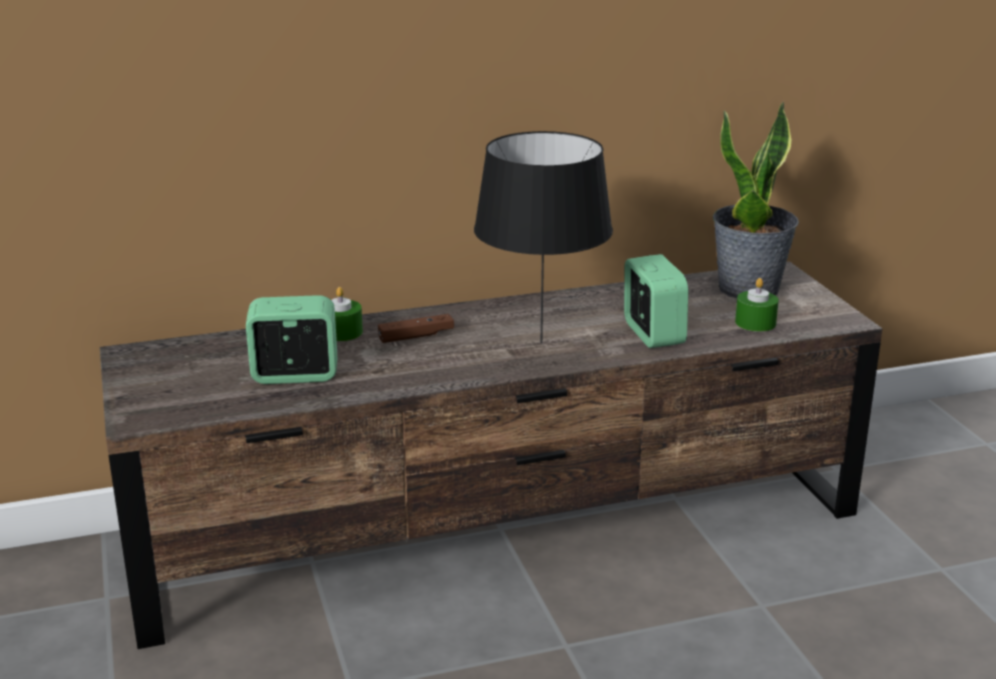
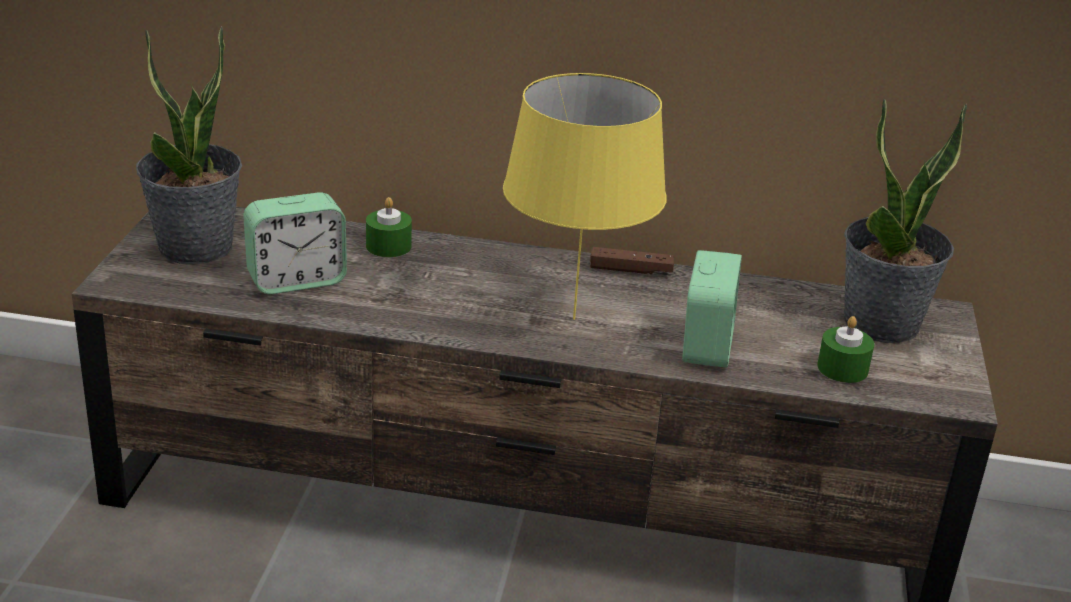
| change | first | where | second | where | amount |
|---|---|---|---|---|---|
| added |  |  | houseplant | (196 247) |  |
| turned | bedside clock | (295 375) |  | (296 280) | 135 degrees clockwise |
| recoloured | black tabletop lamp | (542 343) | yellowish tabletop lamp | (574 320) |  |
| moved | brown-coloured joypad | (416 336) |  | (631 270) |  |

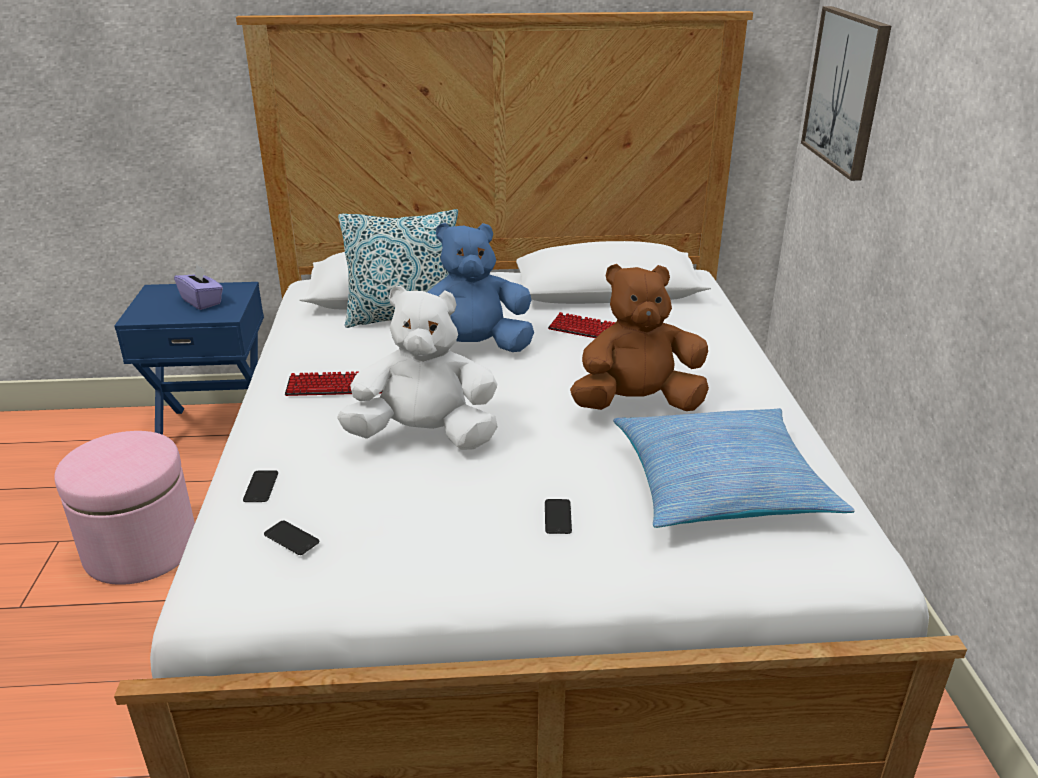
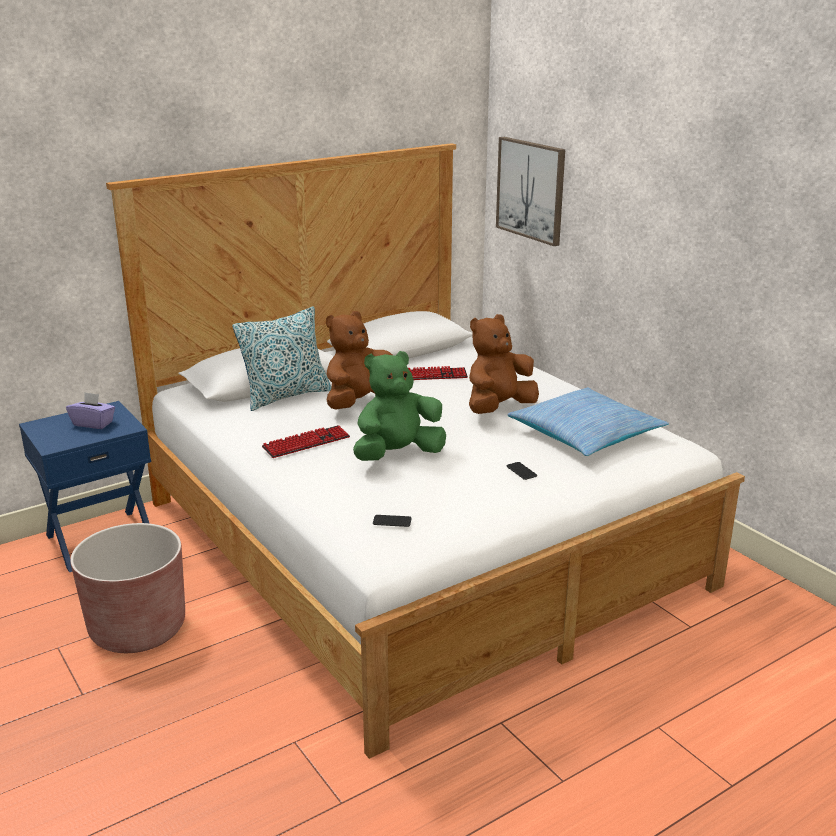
| change | first | where | second | where | amount |
|---|---|---|---|---|---|
| replaced | pink-coloured ottoman | (141 549) | brown-coloured planter | (138 629) |  |
| recoloured | blue plush toy | (472 349) | brown-coloured plush toy | (359 403) |  |
| recoloured | white-coloured plush toy | (425 436) | green-coloured plush toy | (397 455) |  |
| removed | telephone | (261 487) |  |  |  |

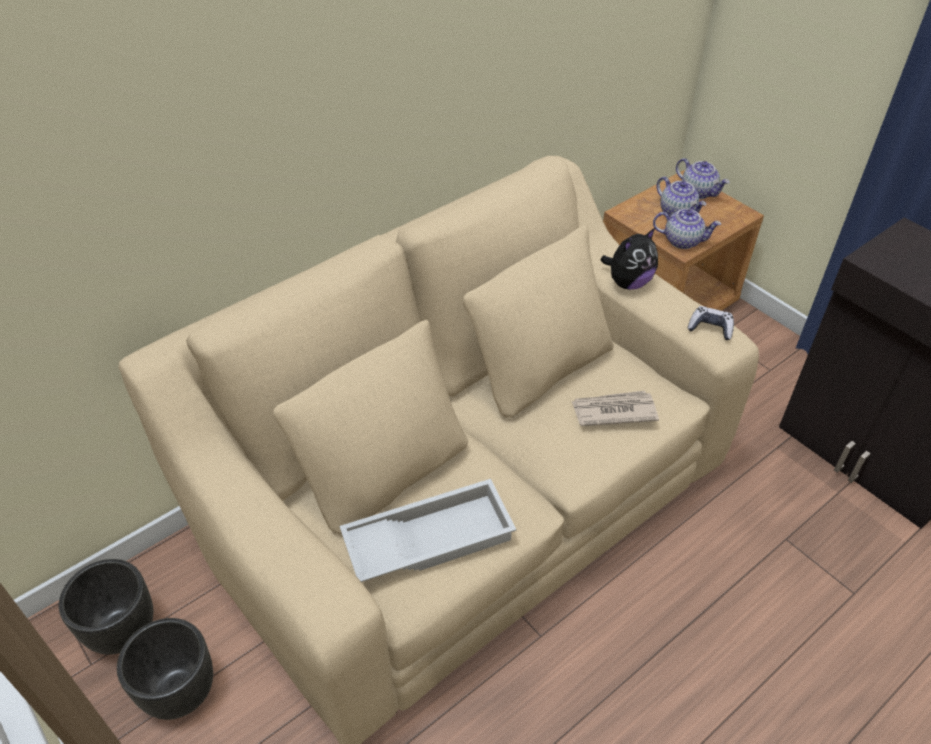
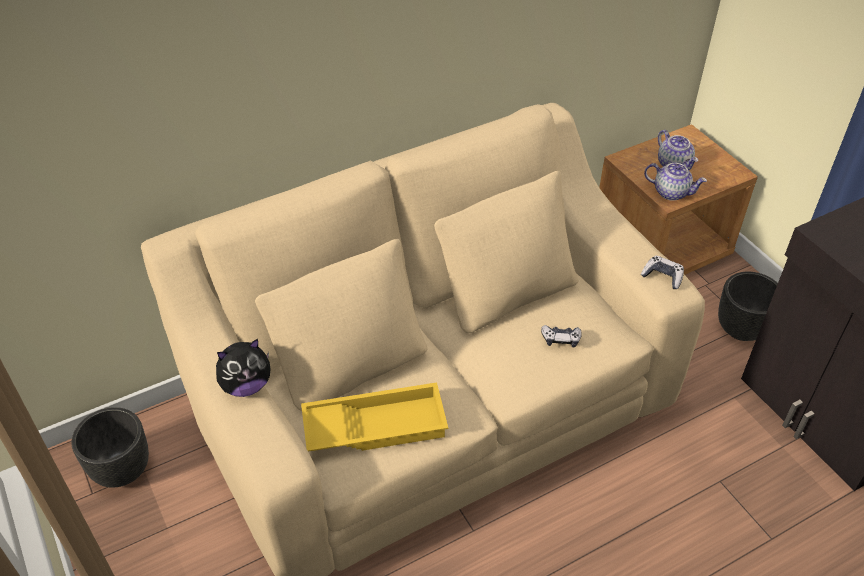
| change | first | where | second | where | amount |
|---|---|---|---|---|---|
| moved | plush toy | (628 282) |  | (246 385) |  |
| recoloured | white-coloured serving tray | (429 537) | yellowish serving tray | (375 424) |  |
| replaced | daily paper | (613 411) | joypad | (560 339) |  |
| moved | black planter | (180 691) |  | (742 329) |  |
| removed | tea pot | (698 192) |  |  |  |

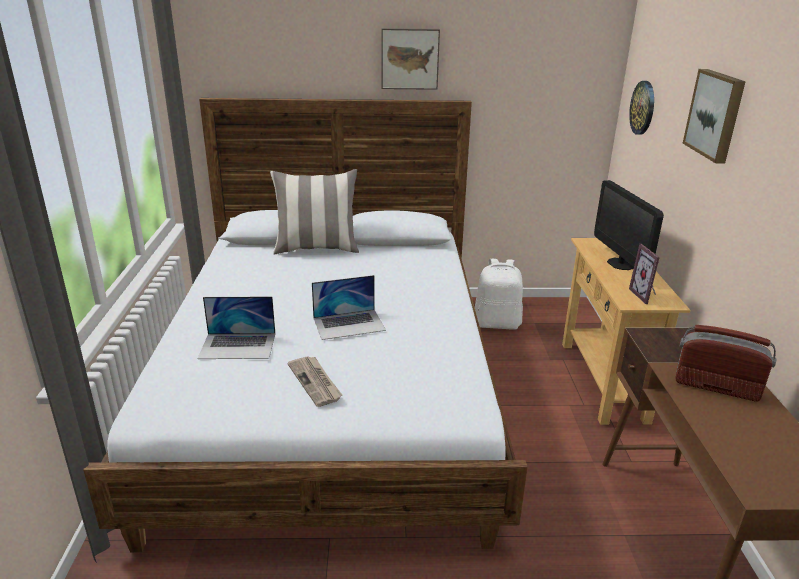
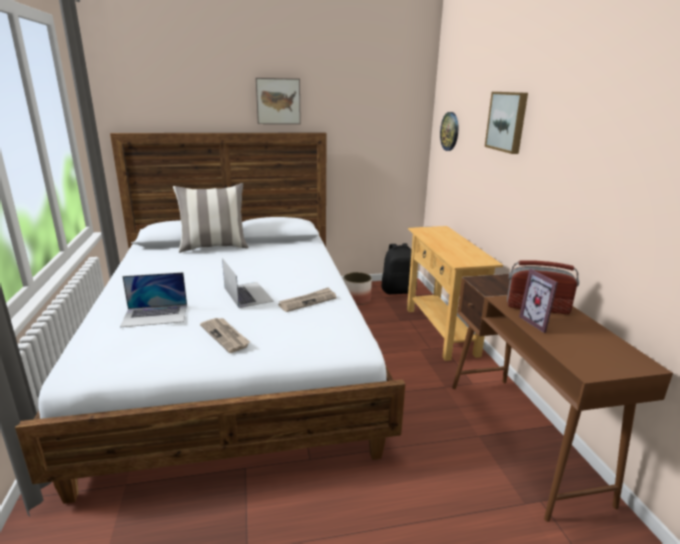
| change | first | where | second | where | amount |
|---|---|---|---|---|---|
| turned | laptop | (349 324) |  | (248 294) | 90 degrees counterclockwise |
| added |  |  | daily paper | (308 301) |  |
| replaced | white-coloured knapsack | (497 323) | planter | (357 299) |  |
| added |  |  | black knapsack | (398 291) |  |
| moved | photo frame | (646 295) |  | (539 323) |  |
| removed | computer screen | (621 264) |  |  |  |

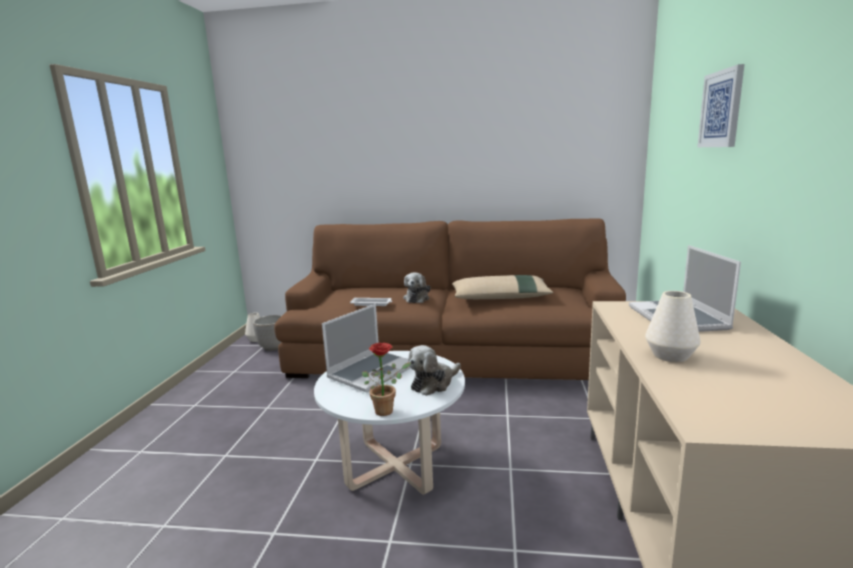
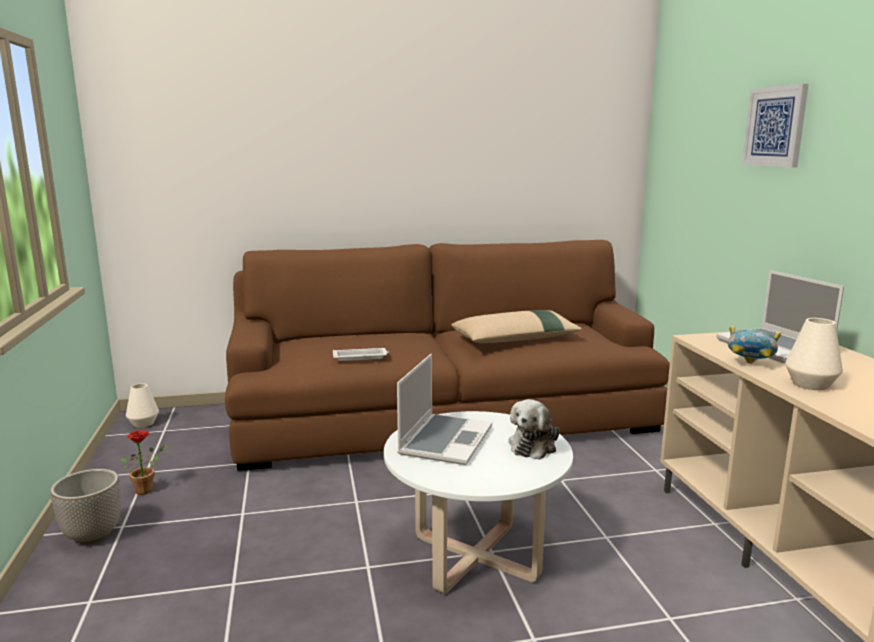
| change | first | where | second | where | amount |
|---|---|---|---|---|---|
| moved | planter | (272 347) |  | (92 535) |  |
| moved | houseplant | (387 410) |  | (147 489) |  |
| added |  |  | deep dish | (750 364) |  |
| removed | plush toy | (417 298) |  |  |  |

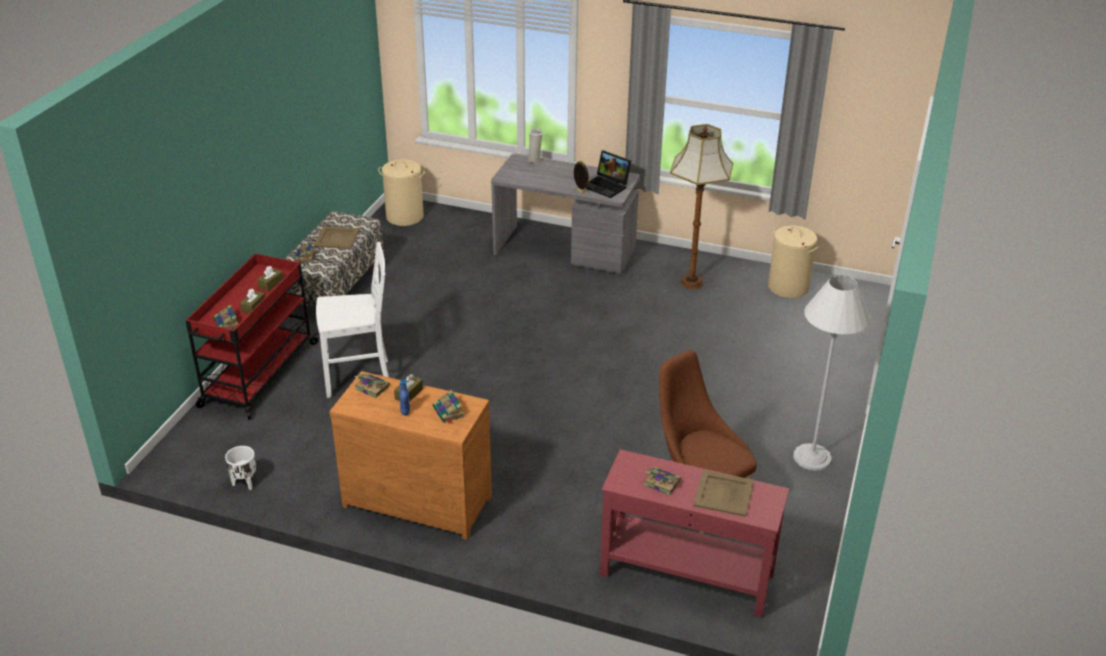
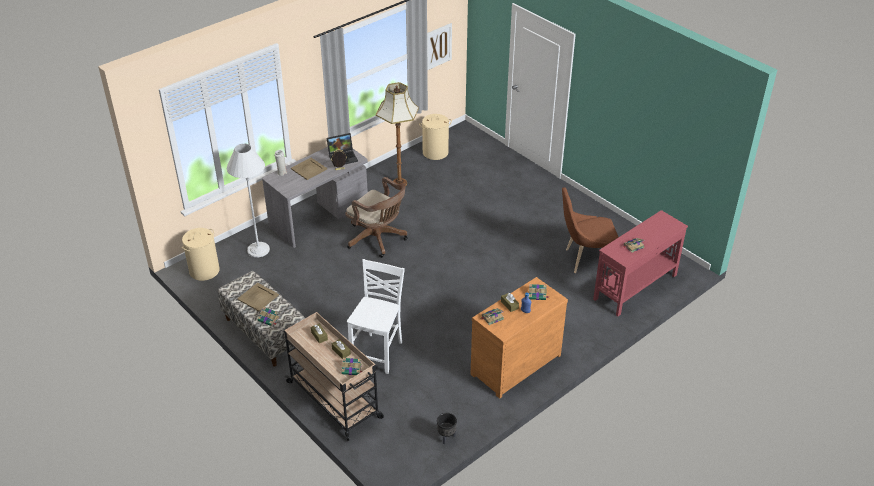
| change | first | where | second | where | amount |
|---|---|---|---|---|---|
| moved | white-coloured floor lamp | (812 457) |  | (258 250) |  |
| recoloured | red trolley | (258 375) | beige-coloured trolley | (335 400) |  |
| moved | beige-coloured serving tray | (724 493) |  | (309 169) |  |
| added |  |  | brown-coloured computer chair | (378 239) |  |
| added |  |  | wall picture | (438 46) |  |
| recoloured | white-coloured planter | (244 483) | black planter | (446 437) |  |

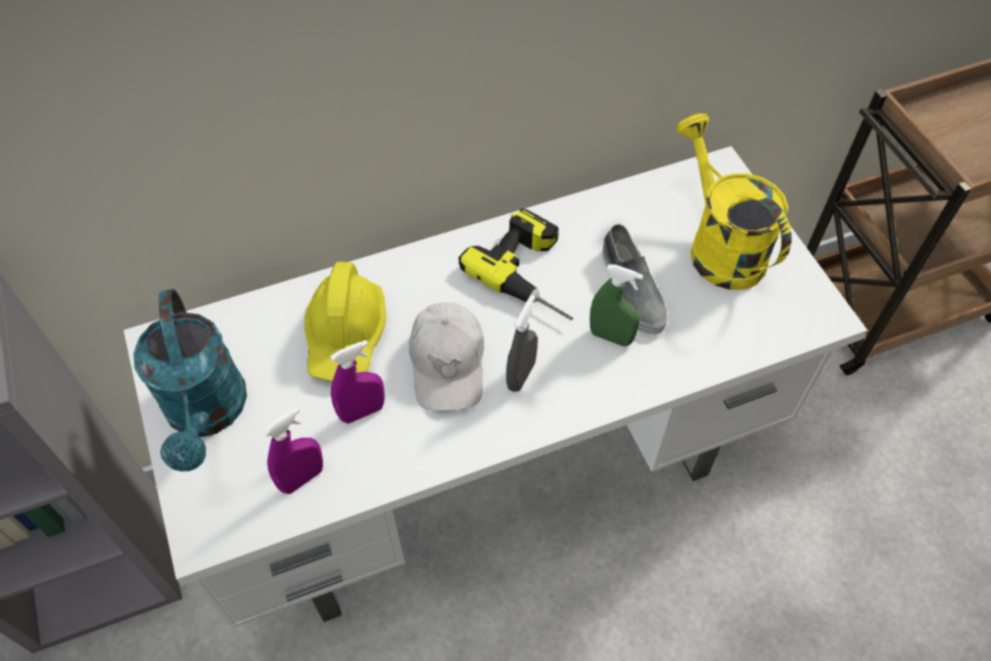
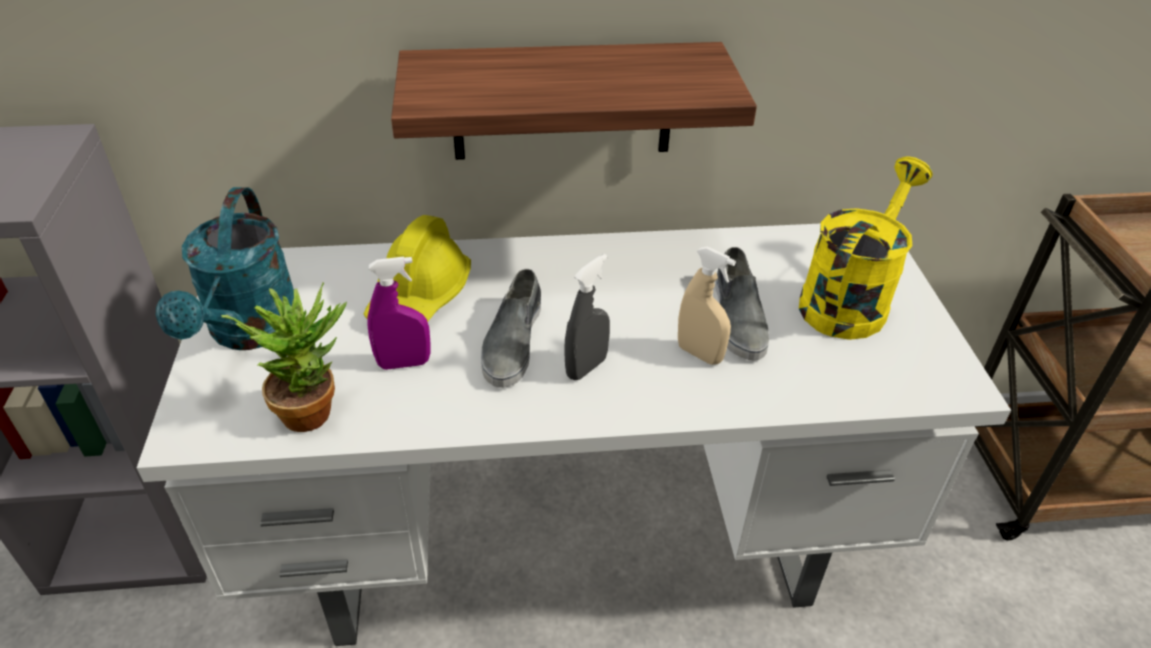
| change | first | where | second | where | amount |
|---|---|---|---|---|---|
| replaced | purplish spray bottle | (302 478) | houseplant | (313 407) |  |
| added |  |  | wall shelf | (562 102) |  |
| replaced | white-coloured cap | (448 364) | gray shoe | (512 341) |  |
| recoloured | green-coloured spray bottle | (611 336) | beige-coloured spray bottle | (699 354) |  |
| turned | yellowish watering can | (719 246) |  | (849 299) | 45 degrees clockwise |
| removed | power drill | (535 272) |  |  |  |

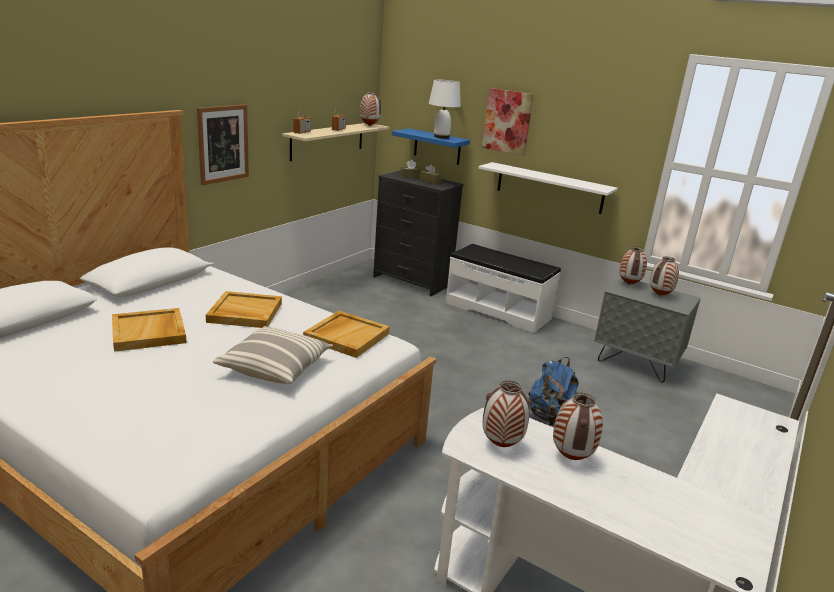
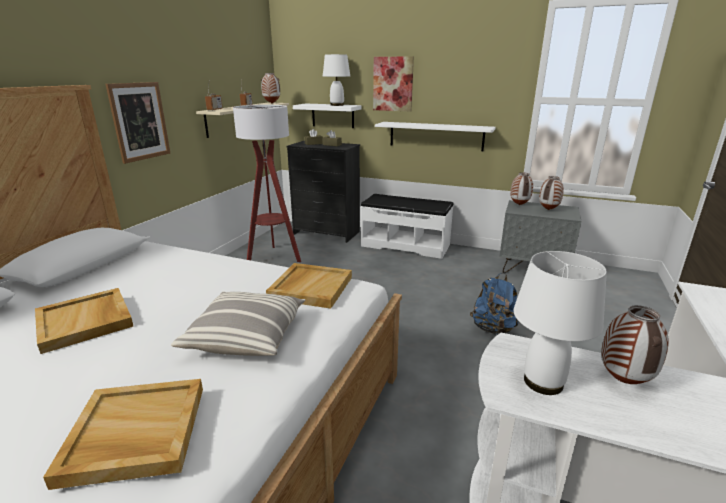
| change | first | where | second | where | amount |
|---|---|---|---|---|---|
| moved | beige-coloured serving tray | (244 313) |  | (134 434) |  |
| added |  |  | floor lamp | (273 258) |  |
| recoloured | blue wall shelf | (437 147) | white-coloured wall shelf | (333 115) |  |
| replaced | flower vase | (500 446) | white-coloured tabletop lamp | (543 383) |  |

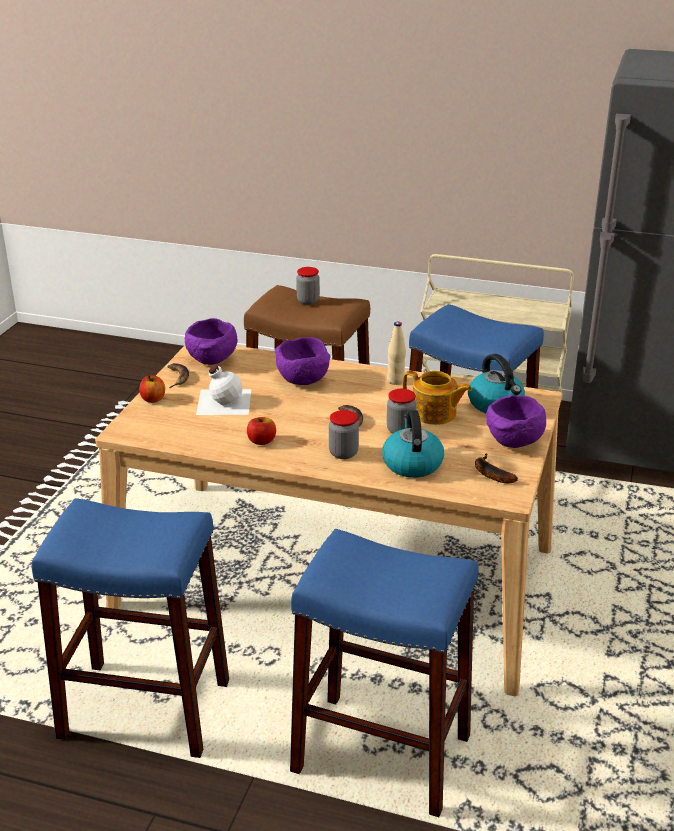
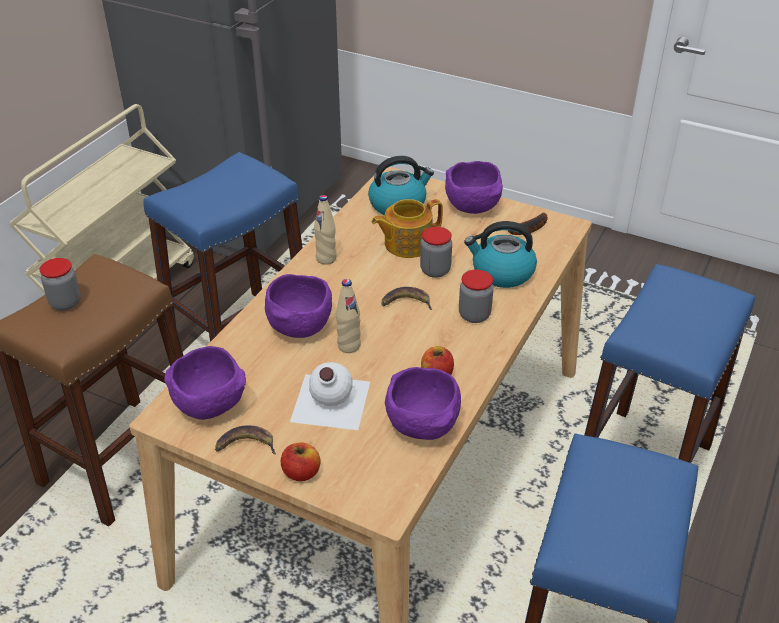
| change | first | where | second | where | amount |
|---|---|---|---|---|---|
| added |  |  | beige-coloured bottle | (349 346) |  |
| turned | tea pot | (434 414) |  | (406 244) | 150 degrees counterclockwise |
| added |  |  | purplish deep dish | (424 427) |  |

